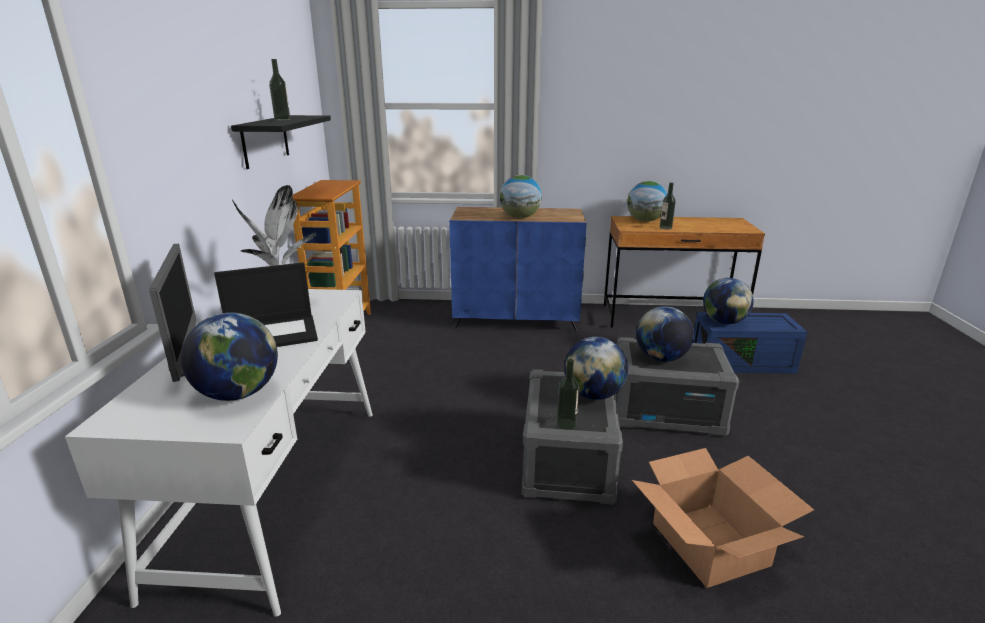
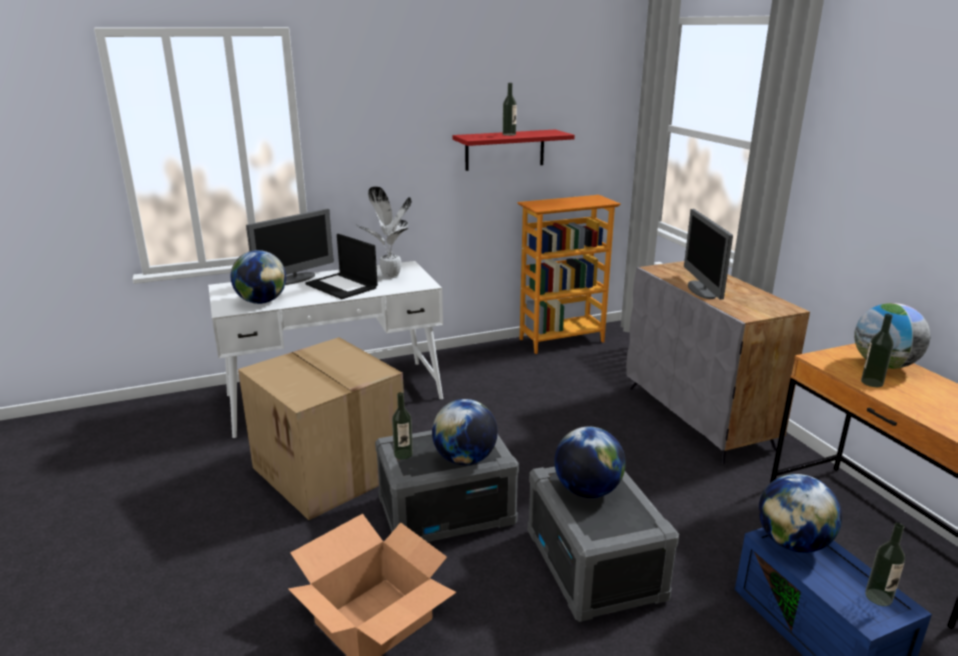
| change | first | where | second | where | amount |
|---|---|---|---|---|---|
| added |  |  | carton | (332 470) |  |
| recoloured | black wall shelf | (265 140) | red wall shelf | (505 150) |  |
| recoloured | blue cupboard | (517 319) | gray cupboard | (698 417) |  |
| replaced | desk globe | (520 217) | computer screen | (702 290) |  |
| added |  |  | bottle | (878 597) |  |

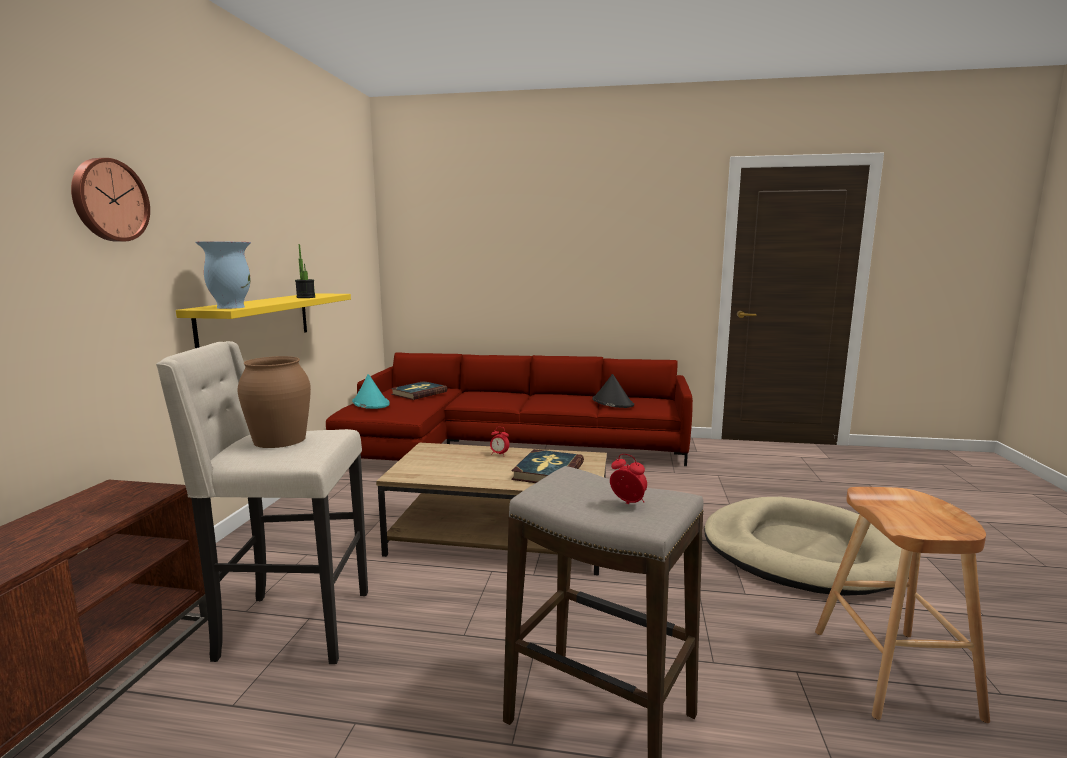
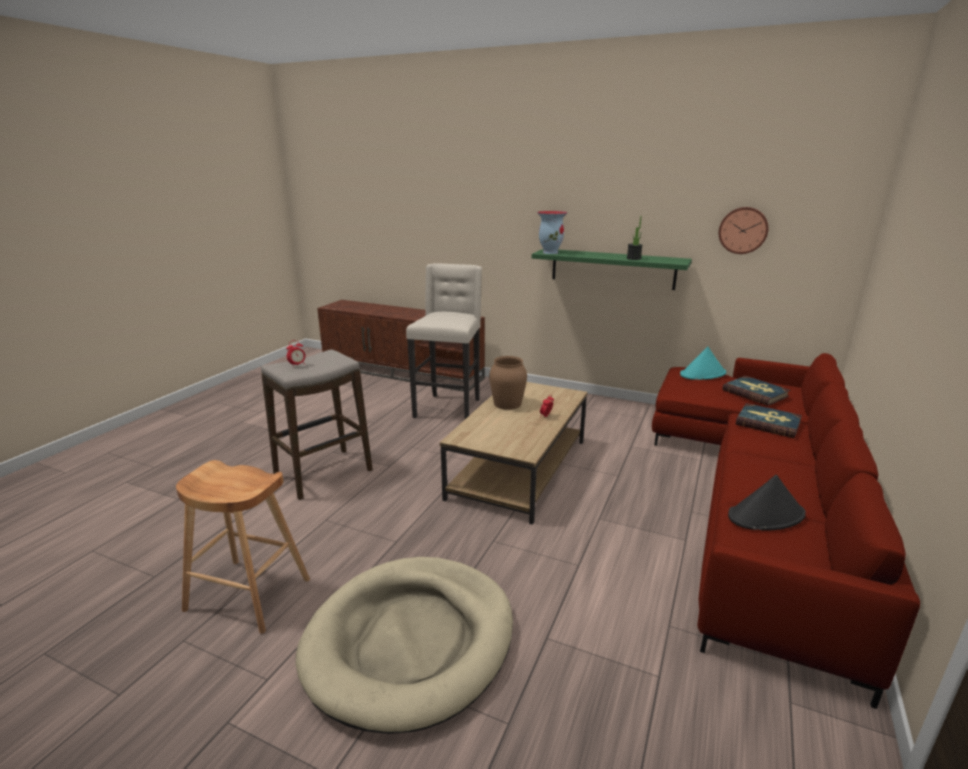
| change | first | where | second | where | amount |
|---|---|---|---|---|---|
| moved | brown-coloured flower vase | (280 440) |  | (507 403) |  |
| recoloured | yellowish wall shelf | (256 321) | green-coloured wall shelf | (612 268) |  |
| moved | clock on the wall | (108 200) |  | (743 230) |  |
| moved | book | (548 471) |  | (768 423) |  |

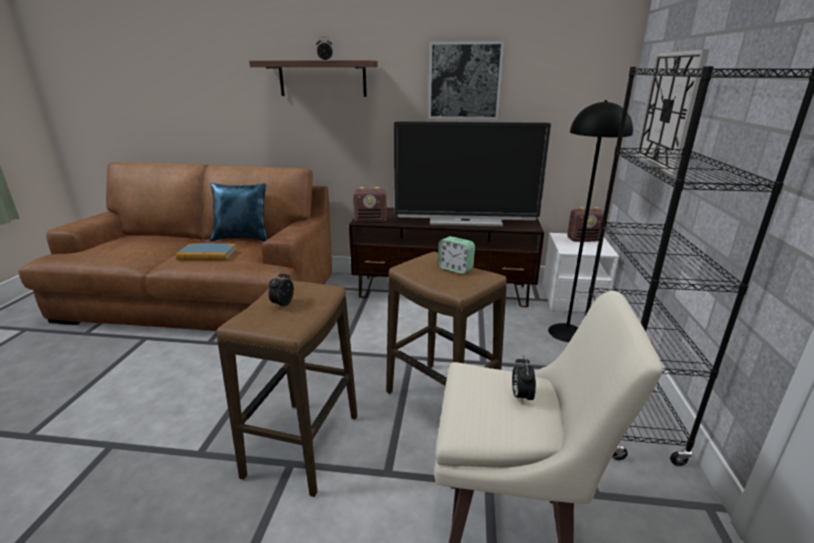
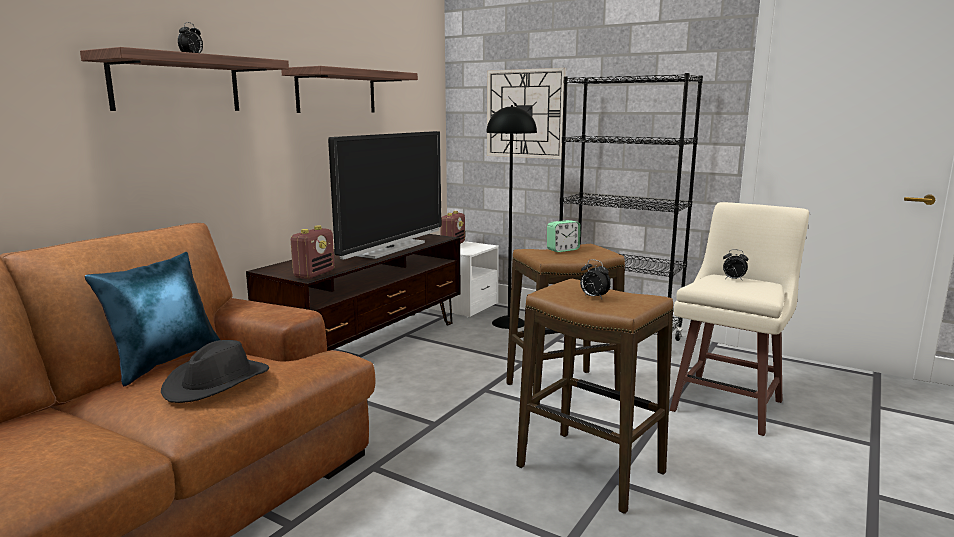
| change | first | where | second | where | amount |
|---|---|---|---|---|---|
| replaced | book | (207 254) | black clothing hat | (217 382) |  |
| replaced | wall picture | (464 81) | wall shelf | (336 92) |  |

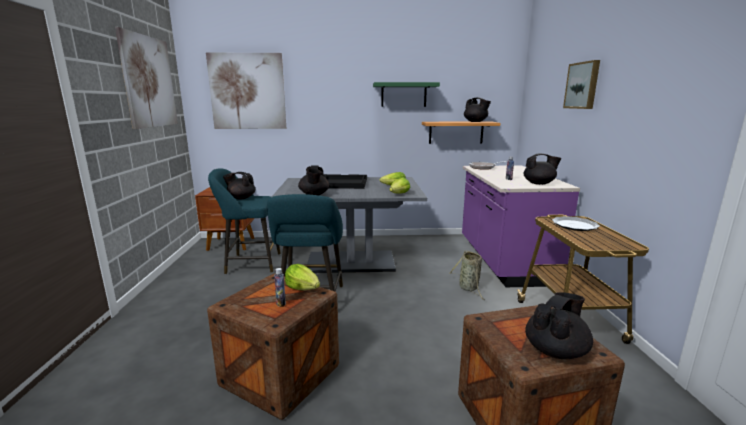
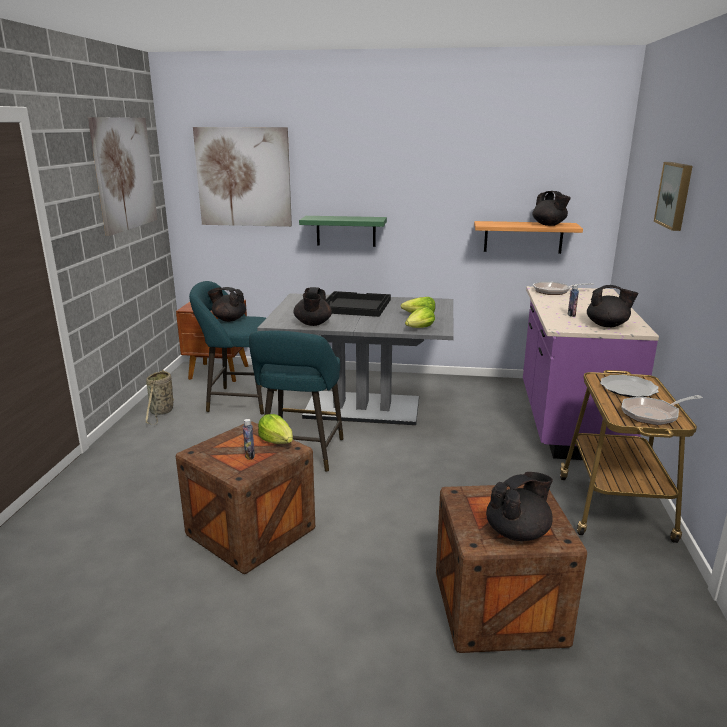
| change | first | where | second | where | amount |
|---|---|---|---|---|---|
| moved | household basket | (469 288) |  | (161 412) |  |
| moved | green-coloured wall shelf | (403 95) |  | (346 231) |  |
| added |  |  | pan | (653 414) |  |

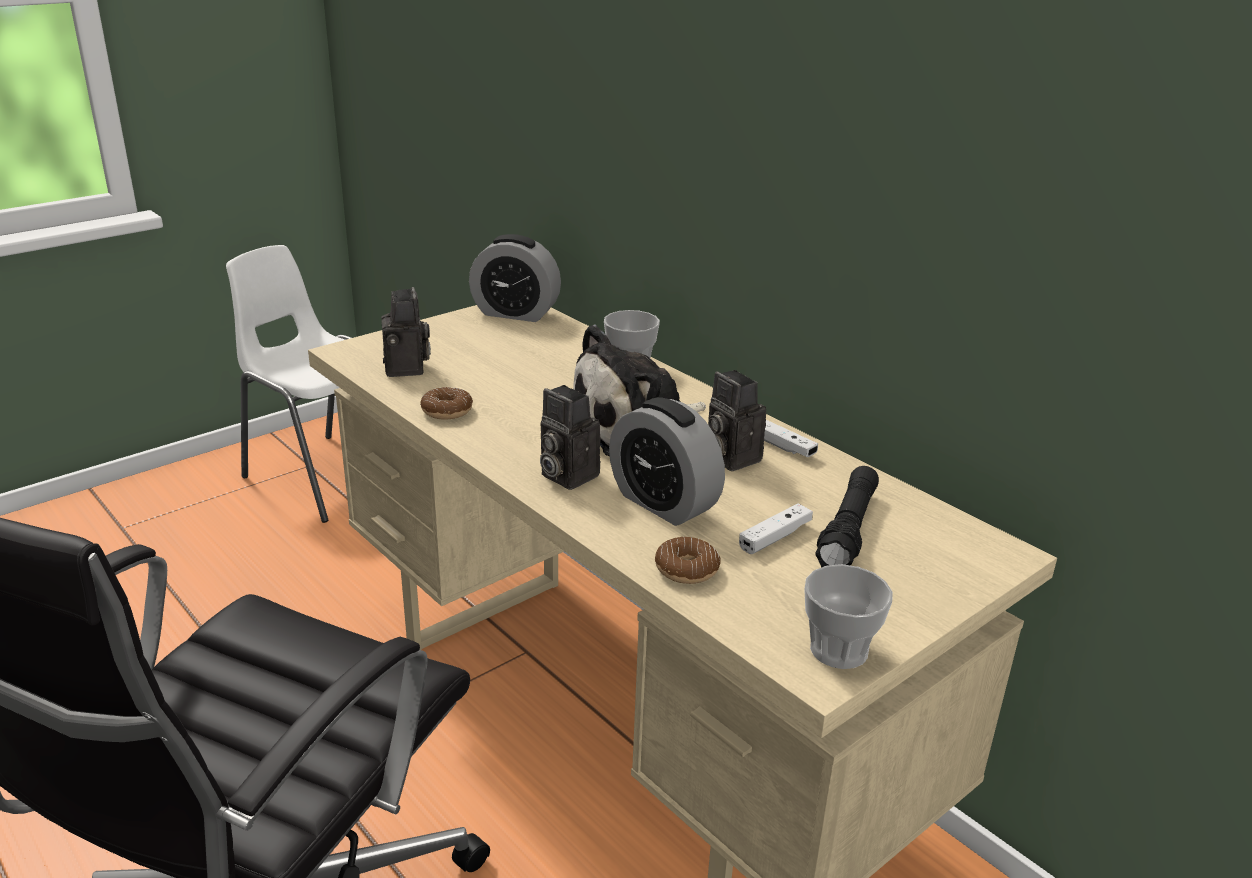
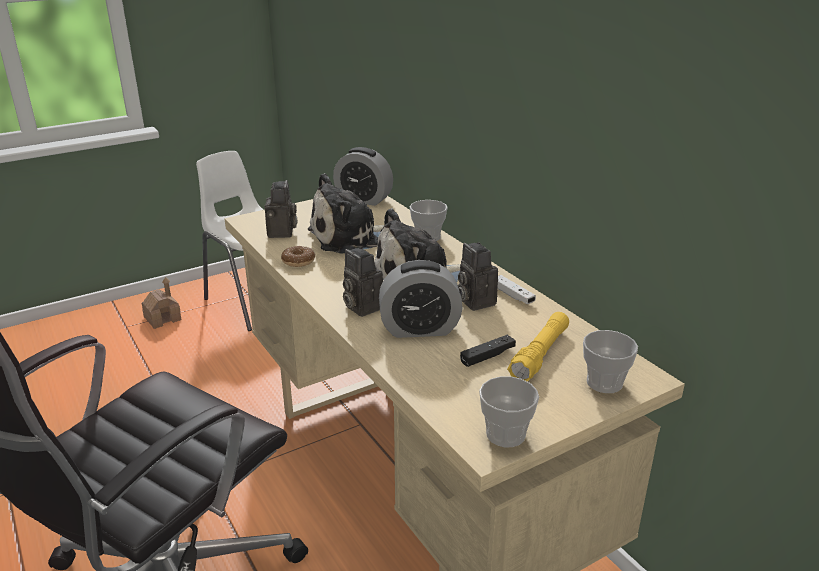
| change | first | where | second | where | amount |
|---|---|---|---|---|---|
| added |  |  | toy house | (162 318) |  |
| added |  |  | plush toy | (350 237) |  |
| turned | bedside clock | (663 503) |  | (419 329) | 60 degrees counterclockwise |
| recoloured | white-coloured joypad | (775 537) | black joypad | (487 356) |  |
| recoloured | black flashlight | (848 530) | yellowish flashlight | (540 355) |  |
| added |  |  | small cup | (604 383) |  |
| removed | doughnut | (686 569) |  |  |  |

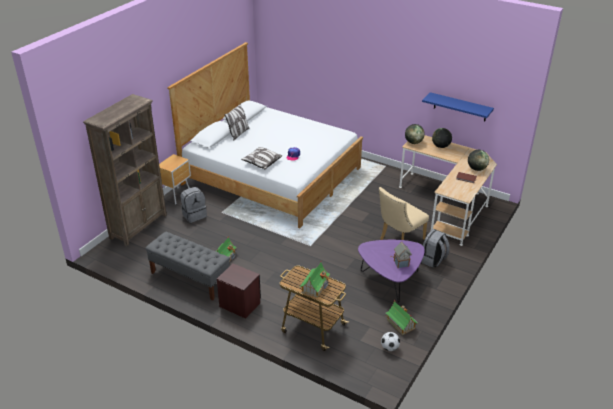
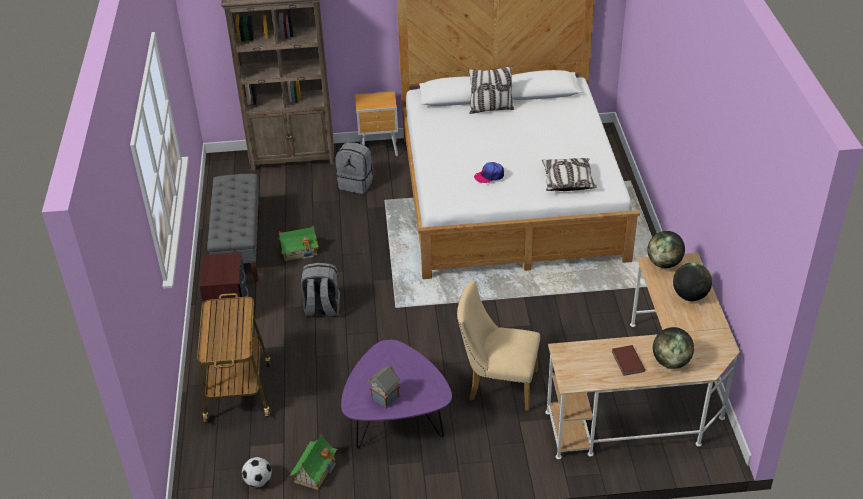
| change | first | where | second | where | amount |
|---|---|---|---|---|---|
| moved | gray knapsack | (433 260) |  | (322 308) |  |
| moved | throw pillow | (262 162) |  | (567 181) |  |
| removed | toy house | (315 286) |  |  |  |
| removed | blue wall shelf | (460 107) |  |  |  |

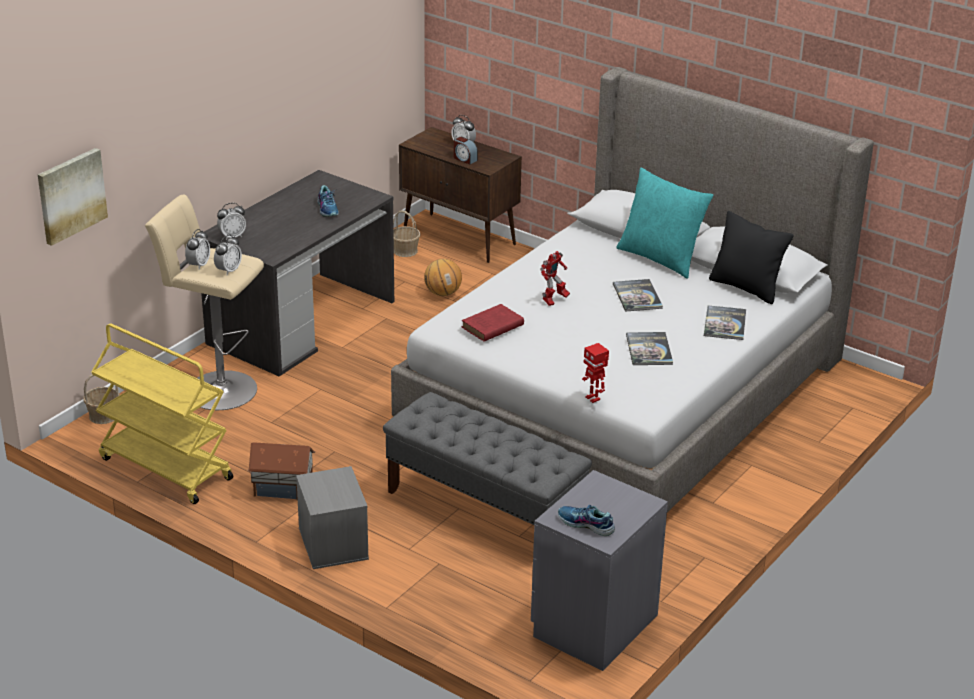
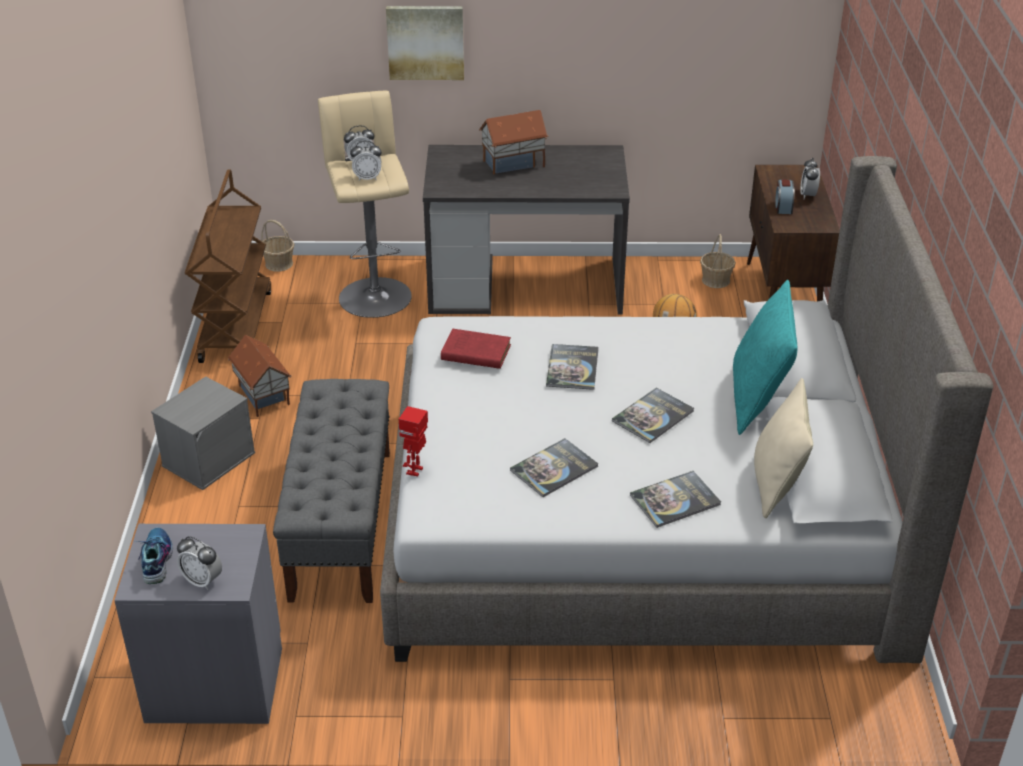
| change | first | where | second | where | amount |
|---|---|---|---|---|---|
| moved | bedside clock | (232 236) |  | (202 581) |  |
| recoloured | yellowish trolley | (164 468) | brown-coloured trolley | (235 325) |  |
| moved | wall picture | (71 195) |  | (425 42) |  |
| added |  |  | toy house | (514 164) |  |
| replaced | model robot | (554 300) | book | (572 368) |  |
| recoloured | black throw pillow | (746 288) | beige-coloured throw pillow | (776 485) |  |
| removed | shoe | (328 209) |  |  |  |

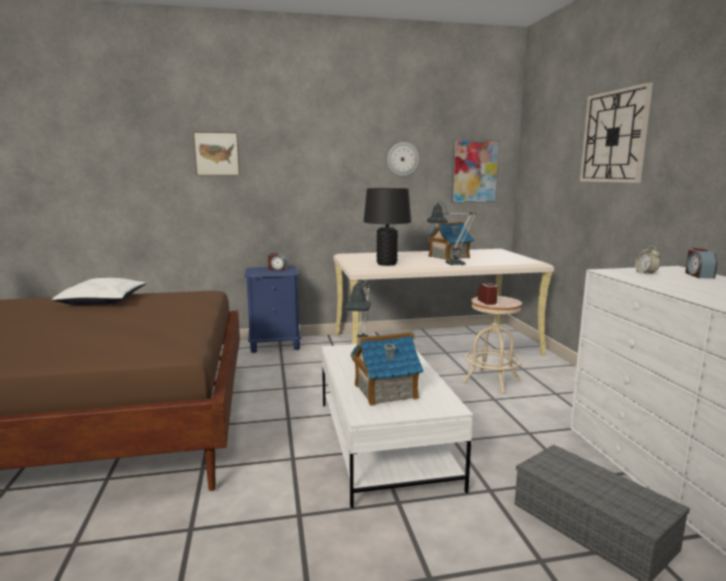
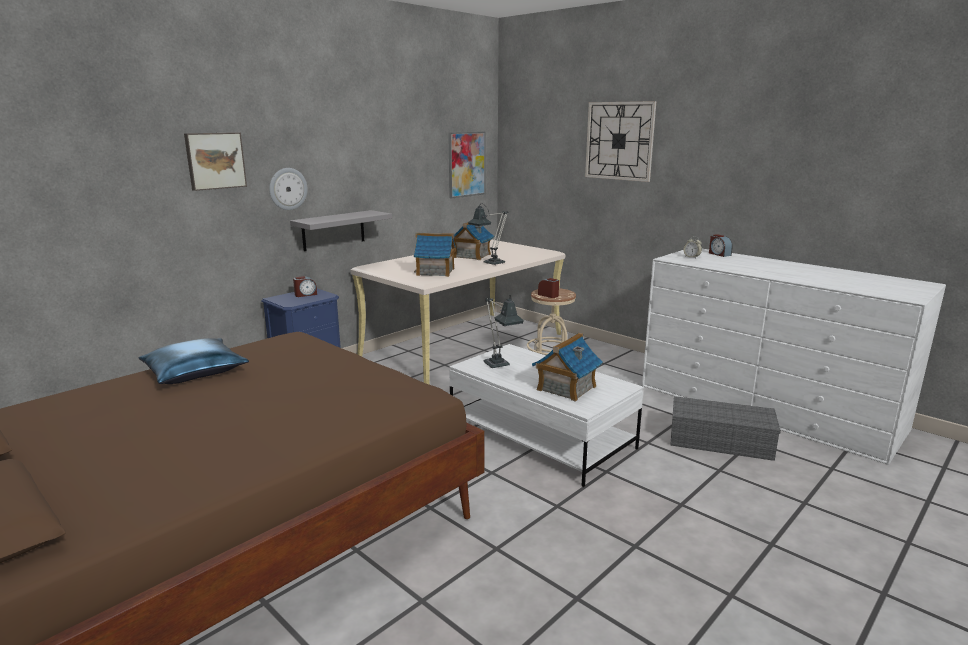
| change | first | where | second | where | amount |
|---|---|---|---|---|---|
| recoloured | white-coloured throw pillow | (103 301) | blue throw pillow | (194 371) |  |
| moved | clock on the wall | (403 159) |  | (288 189) |  |
| added |  |  | gray wall shelf | (333 230) |  |
| replaced | black tabletop lamp | (386 264) | toy house | (436 272) |  |

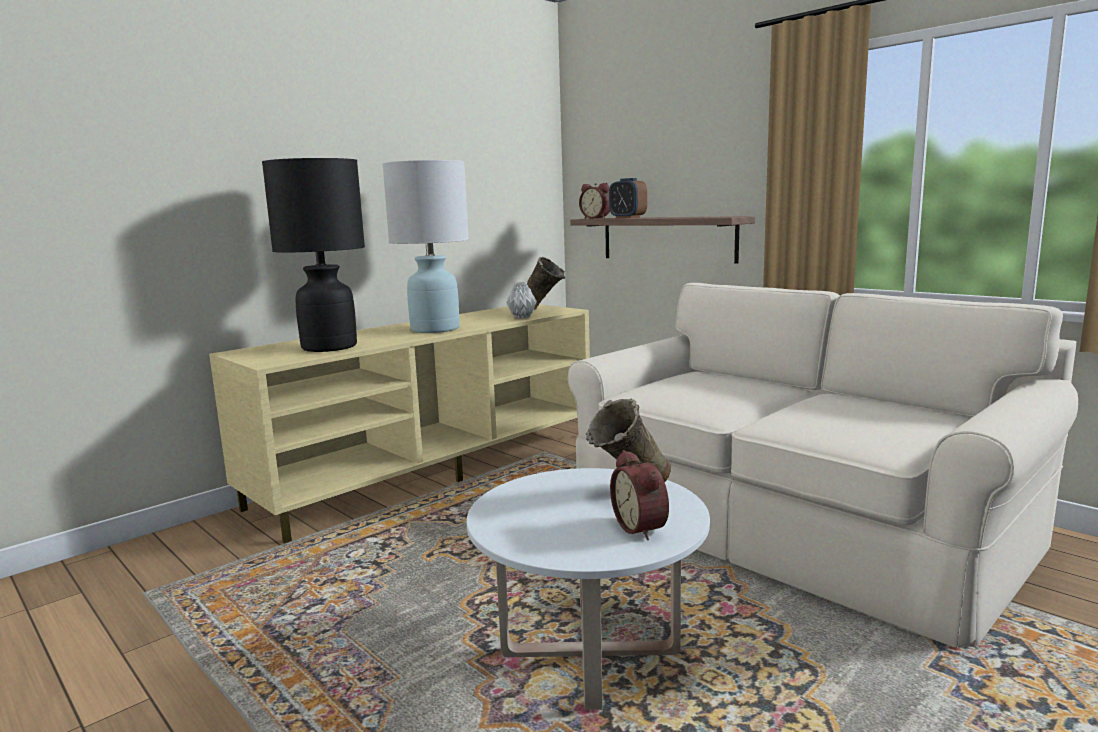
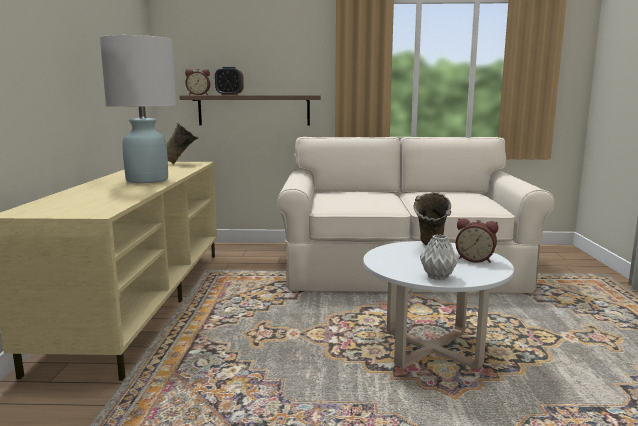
| change | first | where | second | where | amount |
|---|---|---|---|---|---|
| moved | gray flower vase | (521 317) |  | (437 277) |  |
| removed | black tabletop lamp | (329 347) |  |  |  |

